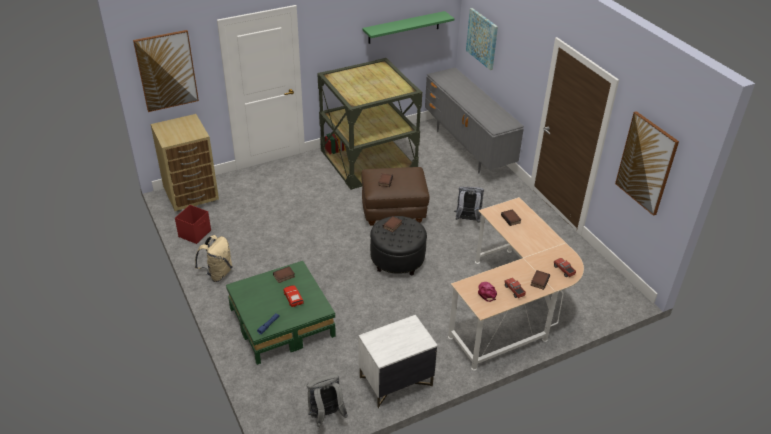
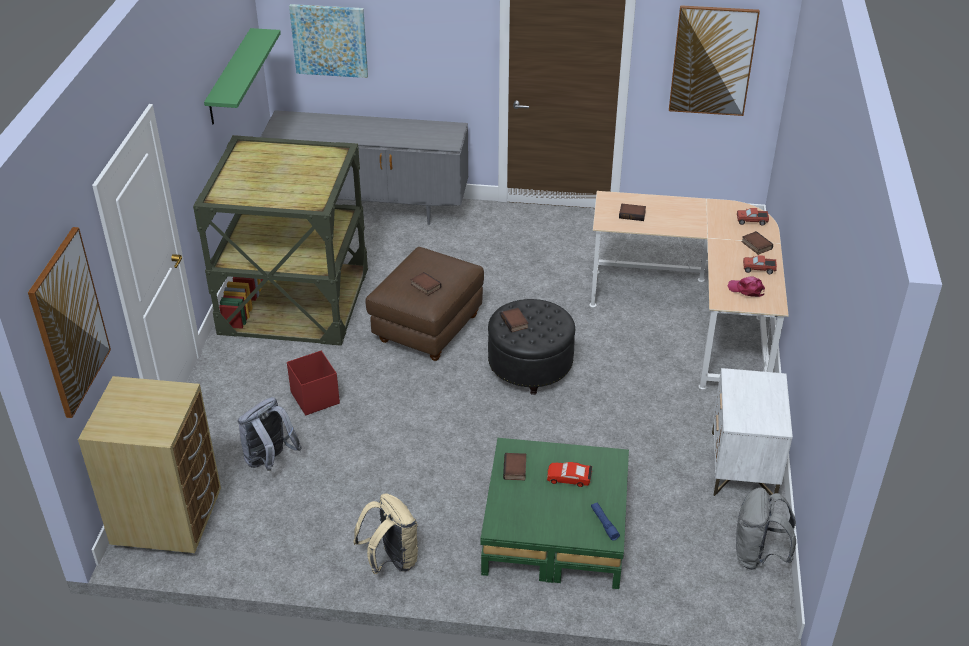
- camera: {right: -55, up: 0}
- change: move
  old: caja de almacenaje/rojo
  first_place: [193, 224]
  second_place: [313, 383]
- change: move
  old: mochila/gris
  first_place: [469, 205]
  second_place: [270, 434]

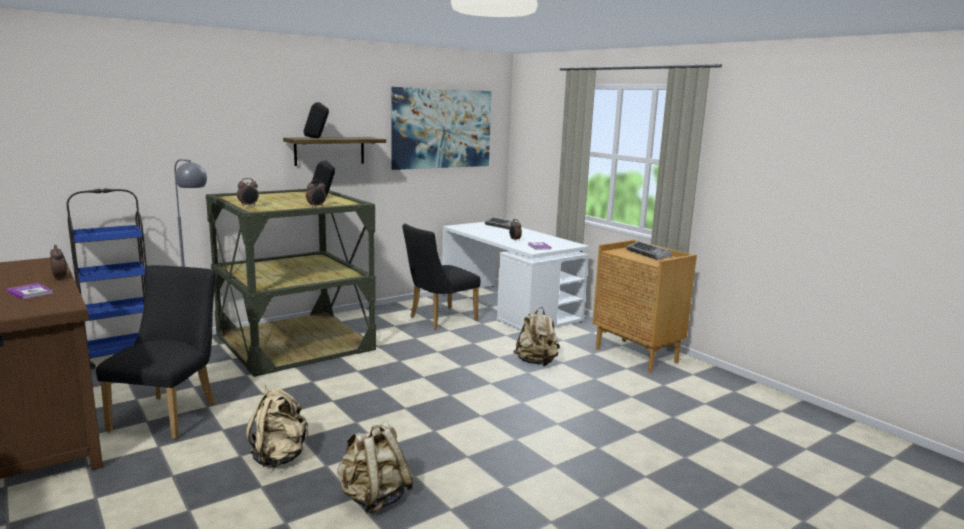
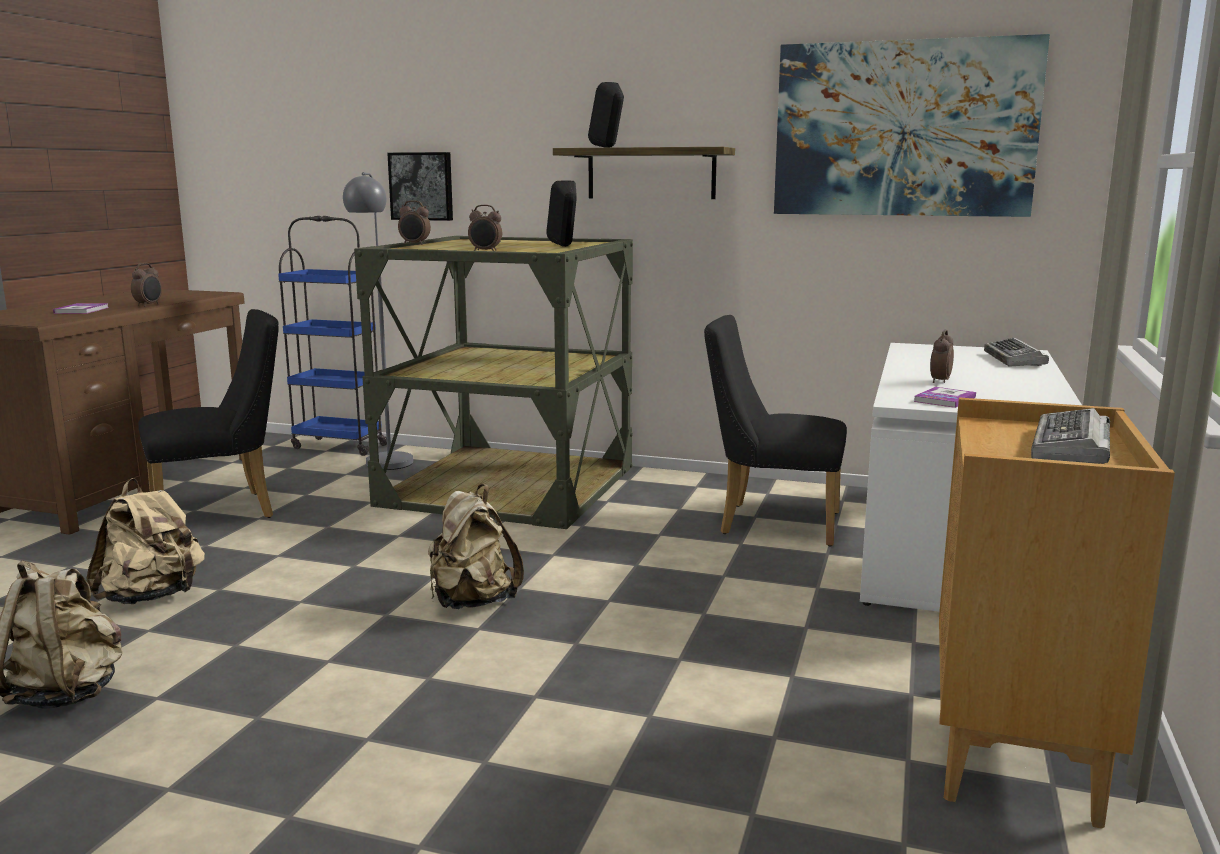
- camera: {right: 55, up: 0}
- change: insert
  new: cuadro
  second_place: [420, 186]
- change: move
  old: mochila/beis
  first_place: [537, 336]
  second_place: [476, 546]

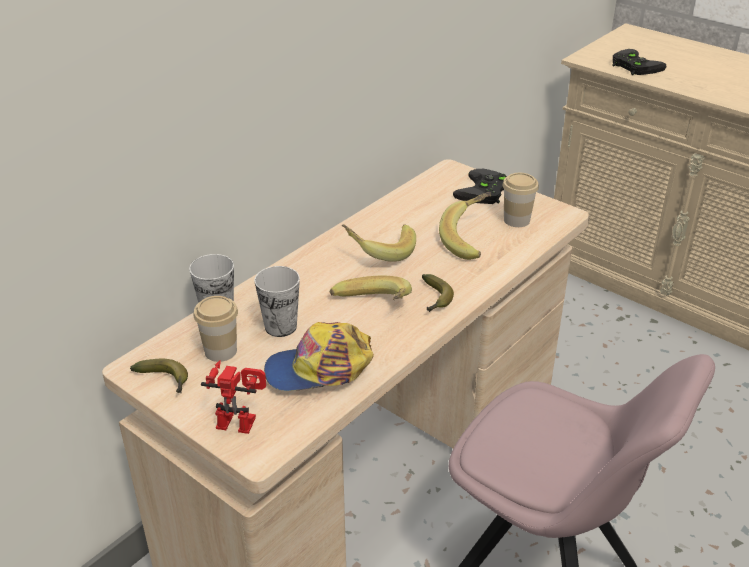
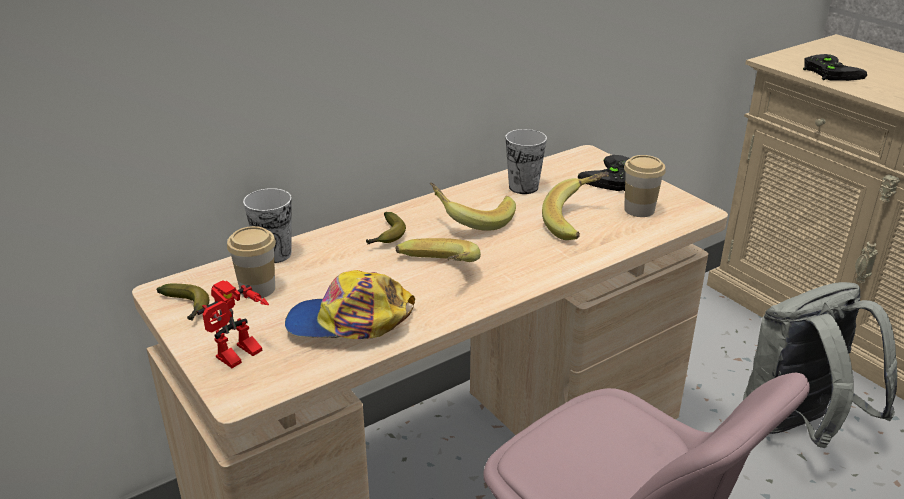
- camera: {right: 15, up: -5}
- change: insert
  new: mochila/gris
  second_place: [820, 365]
- change: move
  old: taza
  first_place: [277, 301]
  second_place: [526, 161]
- change: move
  old: plátano
  first_place: [438, 293]
  second_place: [386, 228]
- change: rotate
  old: robot de juguete
  first_place: [233, 397]
  second_place: [233, 324]
  degrees: 105

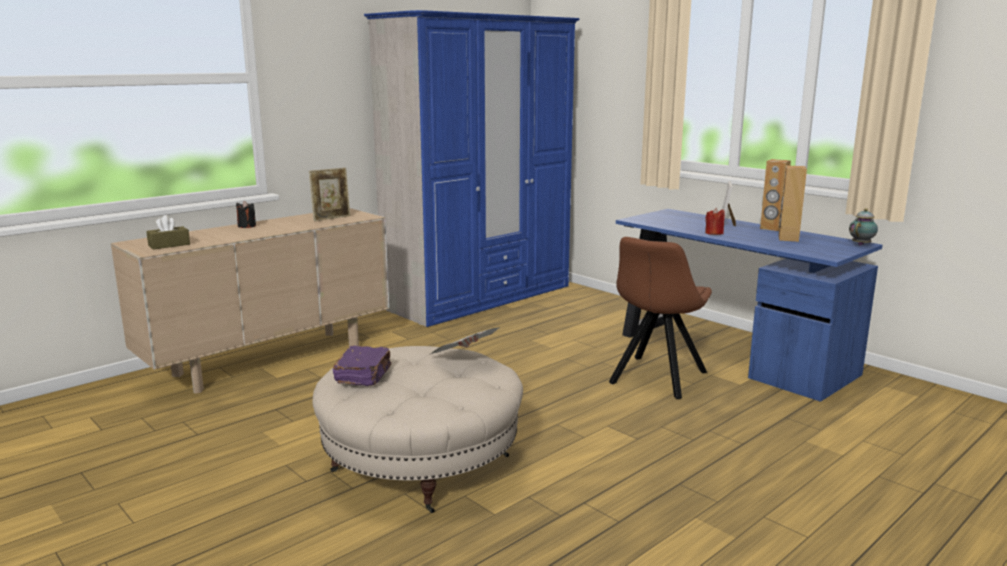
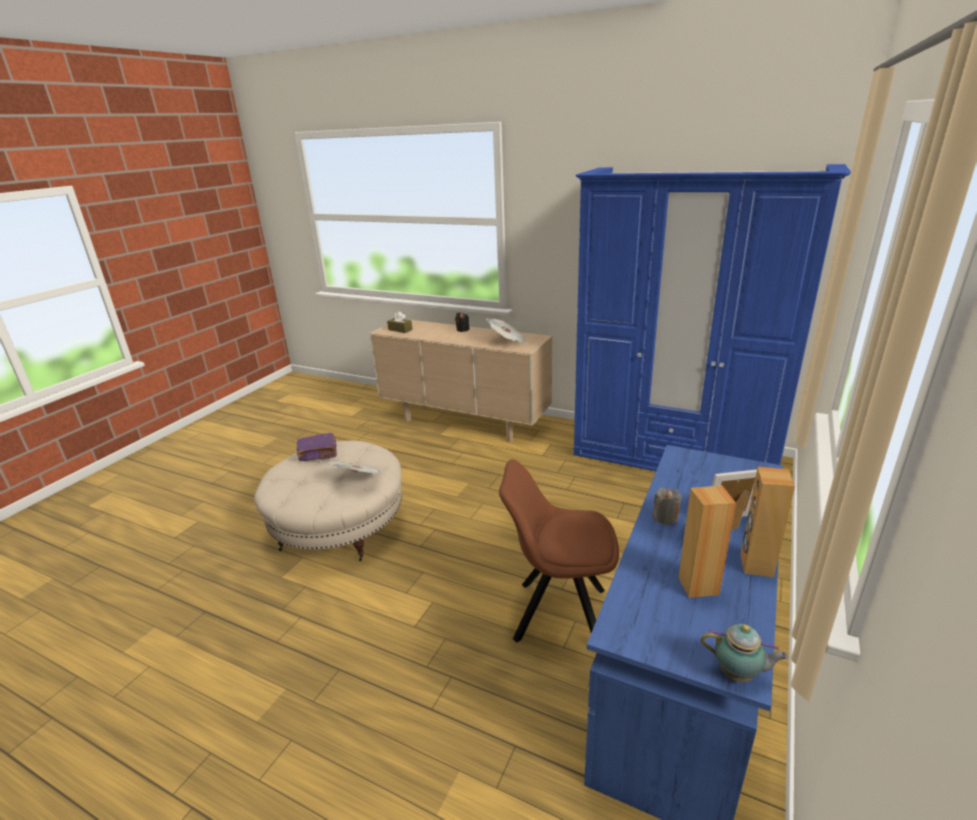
- camera: {right: 70, up: 10}
- change: replace
  old: portarretratos
  new: periódico
  first_place: [329, 194]
  second_place: [507, 331]
- change: recolor
  old: vela/rojo
  new: vela/gris
  first_place: [715, 221]
  second_place: [667, 506]

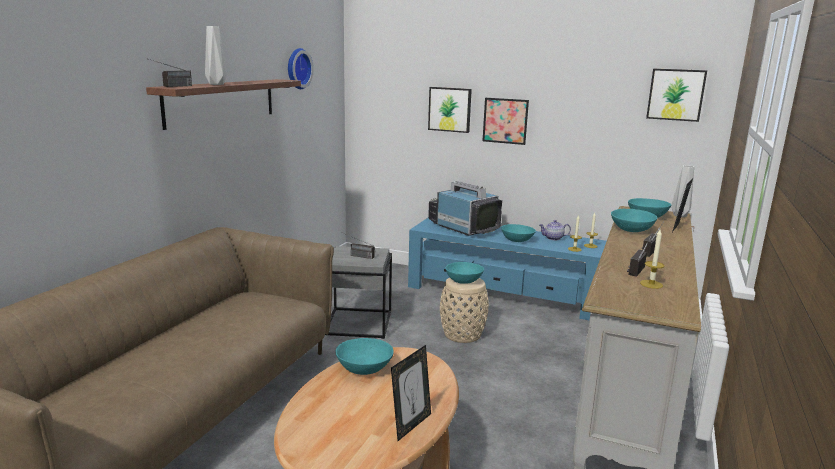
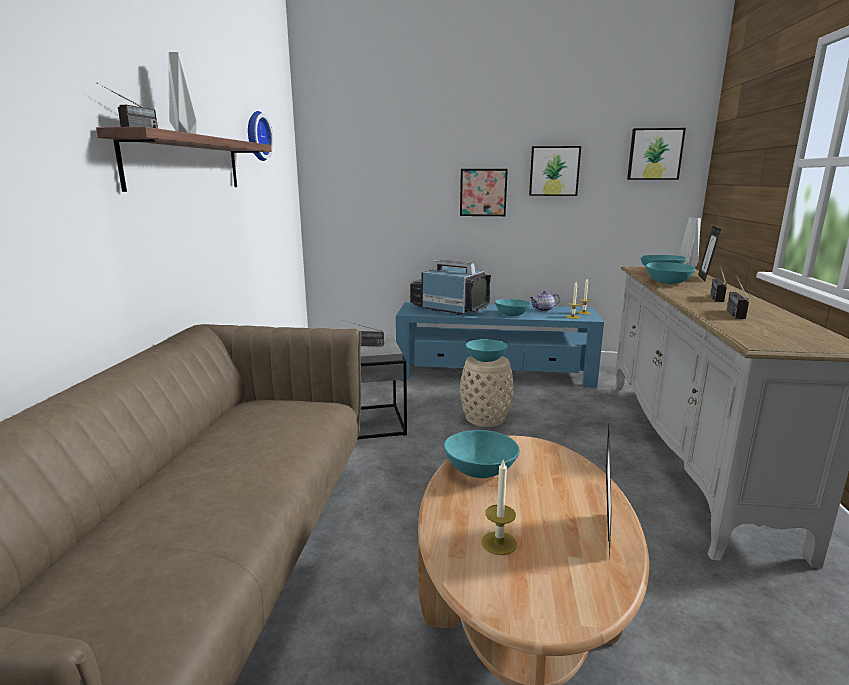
- camera: {right: -15, up: 0}
- change: move
  old: cuadro
  first_place: [450, 110]
  second_place: [555, 171]
- change: move
  old: vela
  first_place: [652, 259]
  second_place: [499, 507]

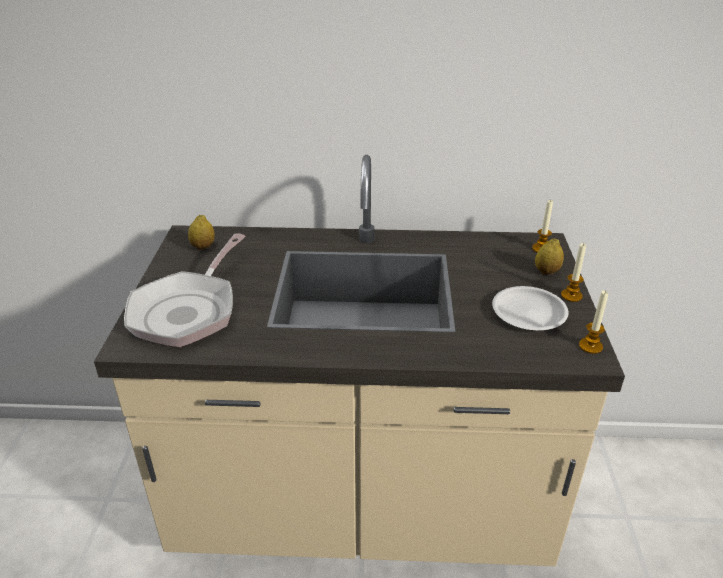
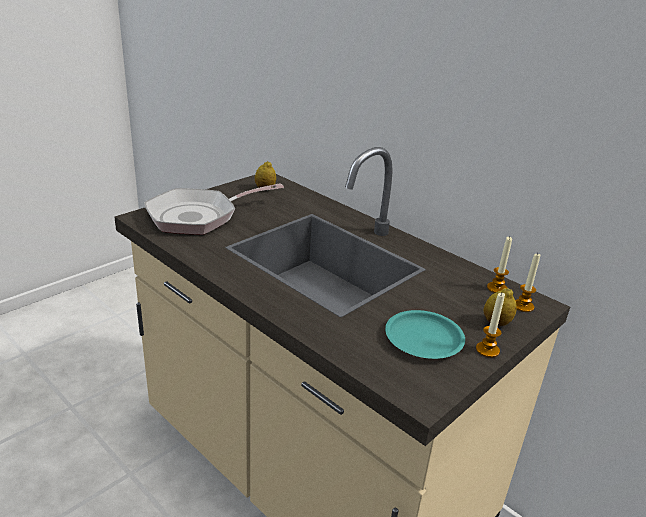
- camera: {right: 40, up: -5}
- change: move
  old: vela
  first_place: [593, 322]
  second_place: [499, 265]
- change: recolor
  old: plato/blanco
  new: plato/turquesa
  first_place: [530, 308]
  second_place: [425, 334]

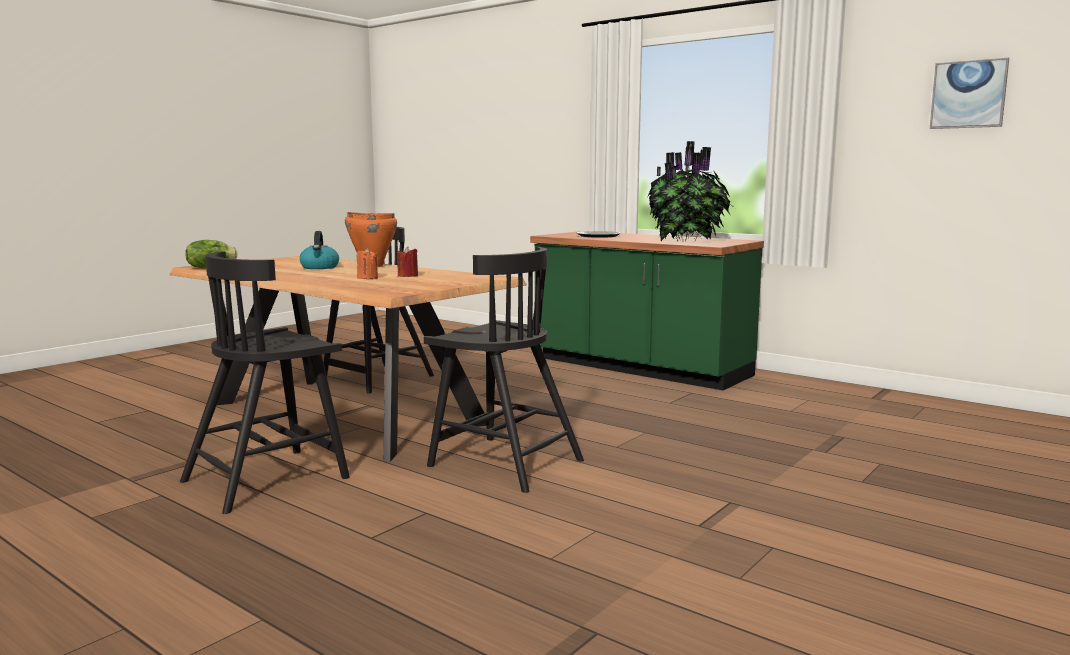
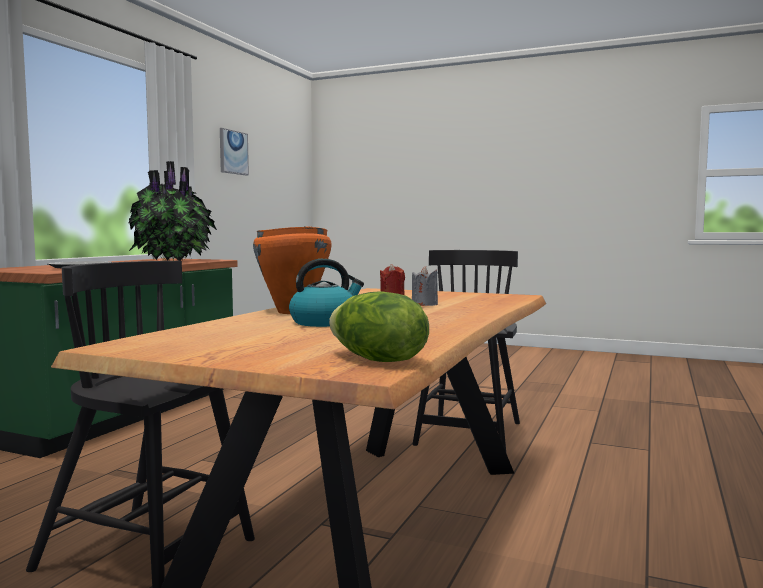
- camera: {right: -105, up: -5}
- change: delete
  old: silla/negro
  first_place: [265, 383]
- change: recolor
  old: vela/naranja
  new: vela/gris
  first_place: [367, 263]
  second_place: [425, 286]

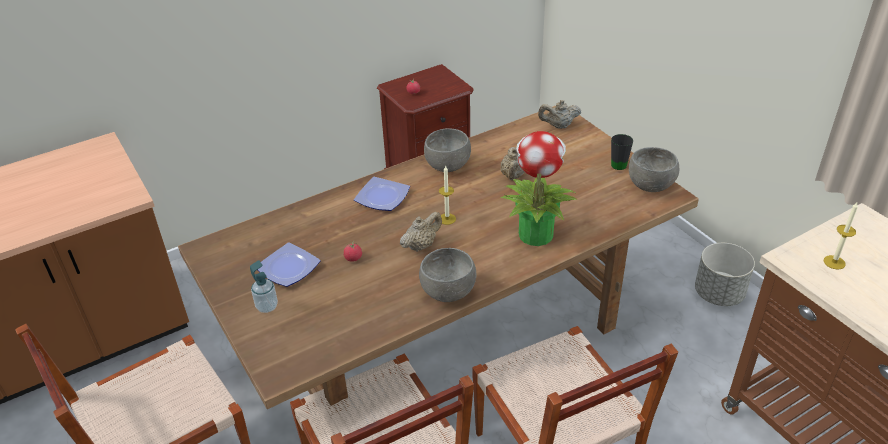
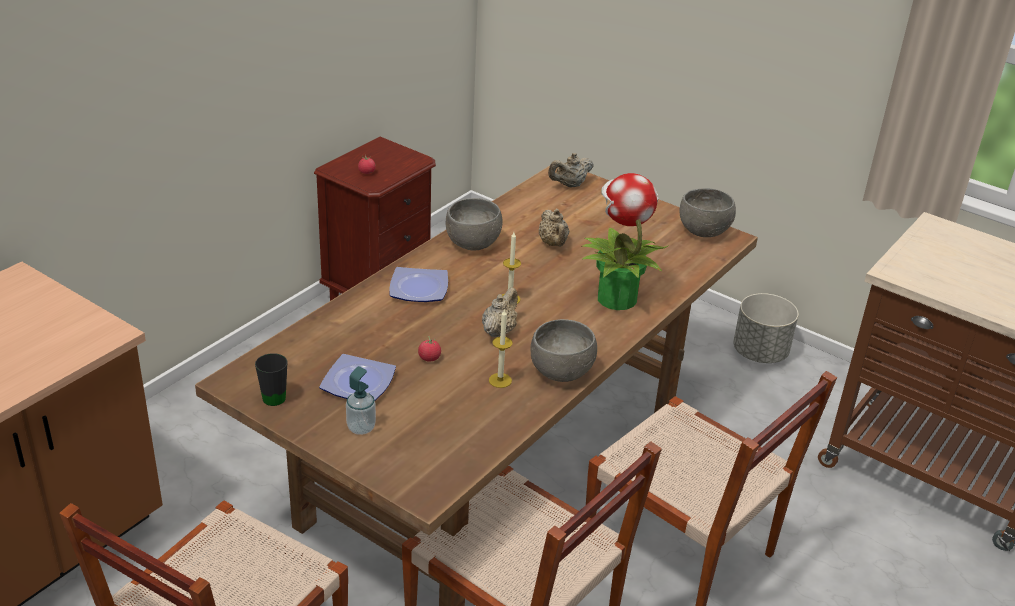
- camera: {right: -25, up: -5}
- change: move
  old: taza grande/negro
  first_place: [622, 152]
  second_place: [271, 379]
- change: move
  old: vela
  first_place: [841, 236]
  second_place: [501, 348]

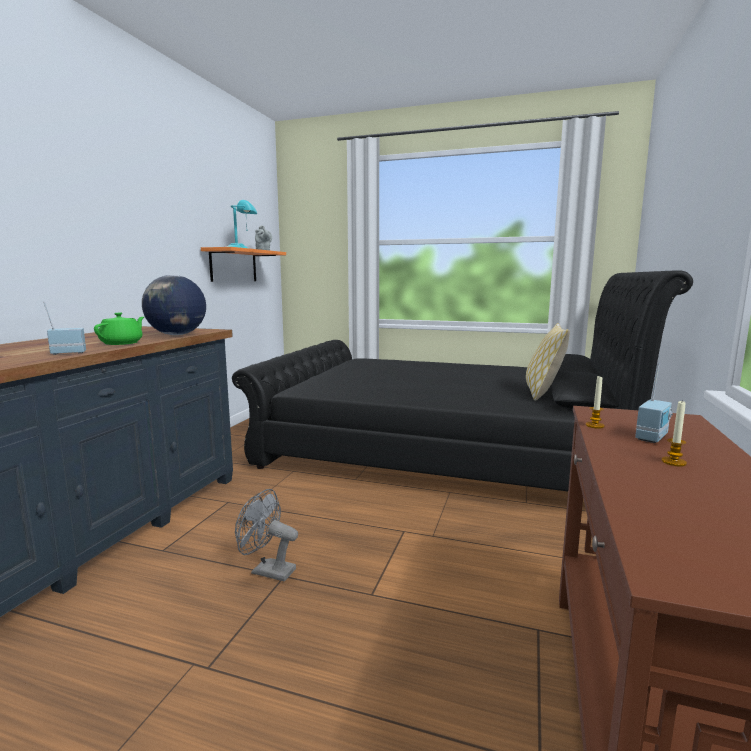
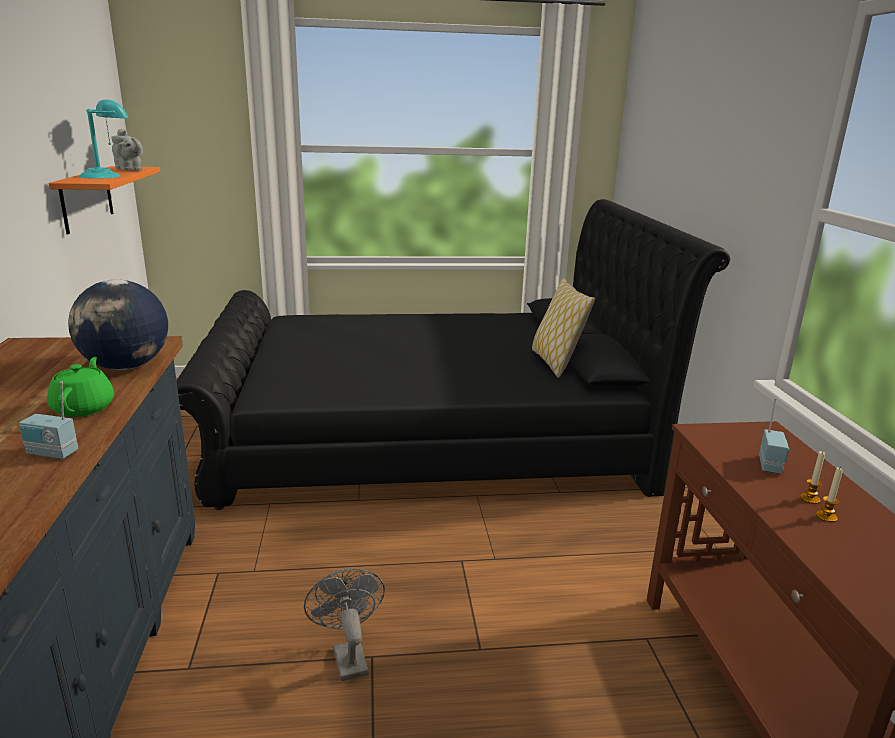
- camera: {right: -25, up: 10}
- change: move
  old: vela
  first_place: [595, 402]
  second_place: [829, 494]
- change: rotate
  old: radio
  first_place: [64, 328]
  second_place: [48, 420]
  degrees: -120
- change: rotate
  old: ventilador/gris
  first_place: [266, 535]
  second_place: [344, 625]
  degrees: 75

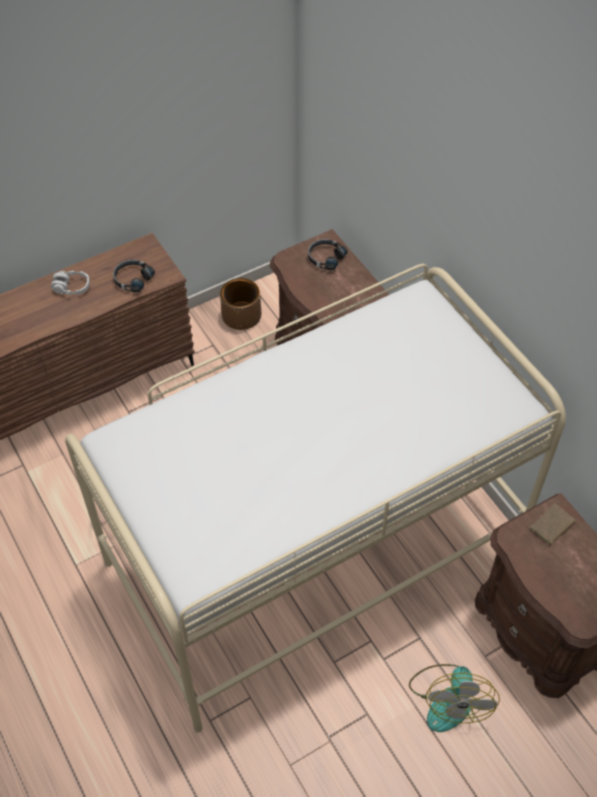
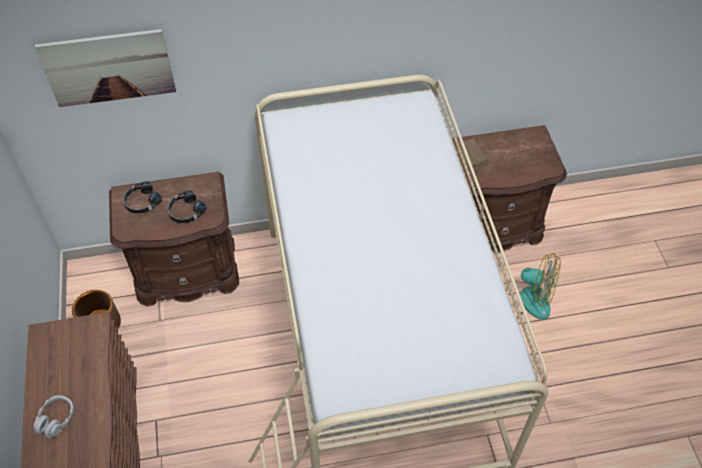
- camera: {right: -70, up: 0}
- change: insert
  new: cuadro
  second_place: [105, 68]
- change: move
  old: auriculares/negro
  first_place: [134, 276]
  second_place: [187, 206]

